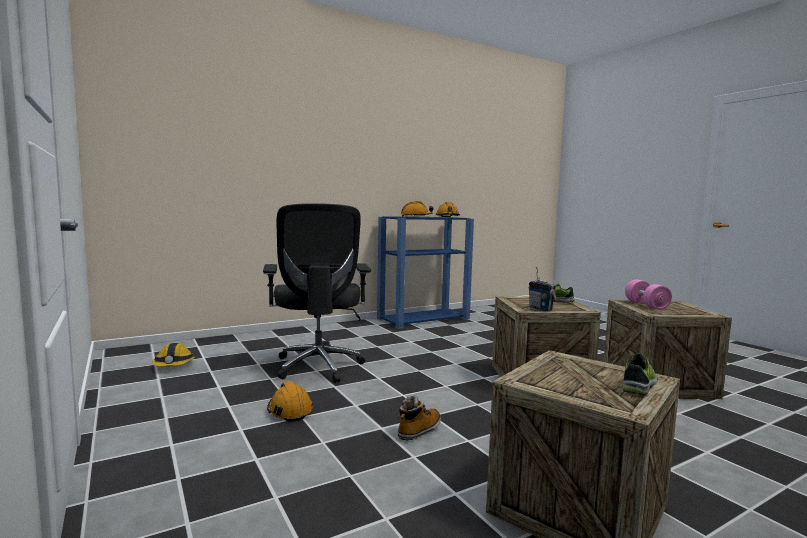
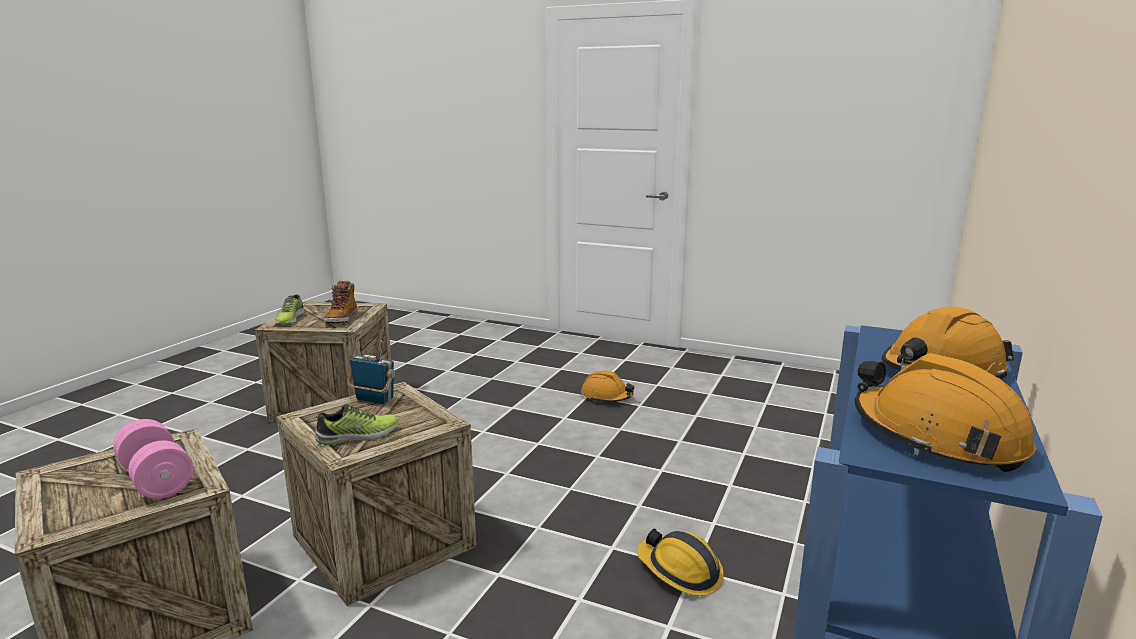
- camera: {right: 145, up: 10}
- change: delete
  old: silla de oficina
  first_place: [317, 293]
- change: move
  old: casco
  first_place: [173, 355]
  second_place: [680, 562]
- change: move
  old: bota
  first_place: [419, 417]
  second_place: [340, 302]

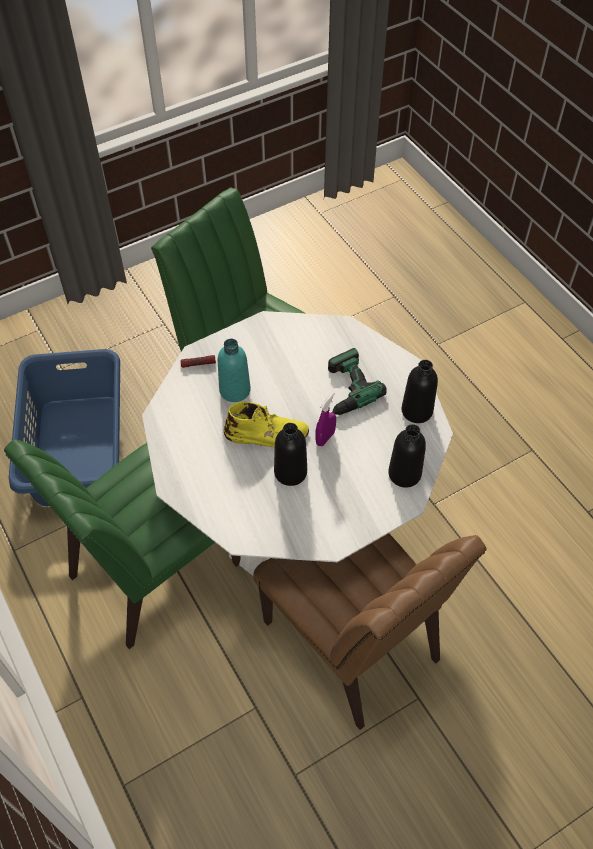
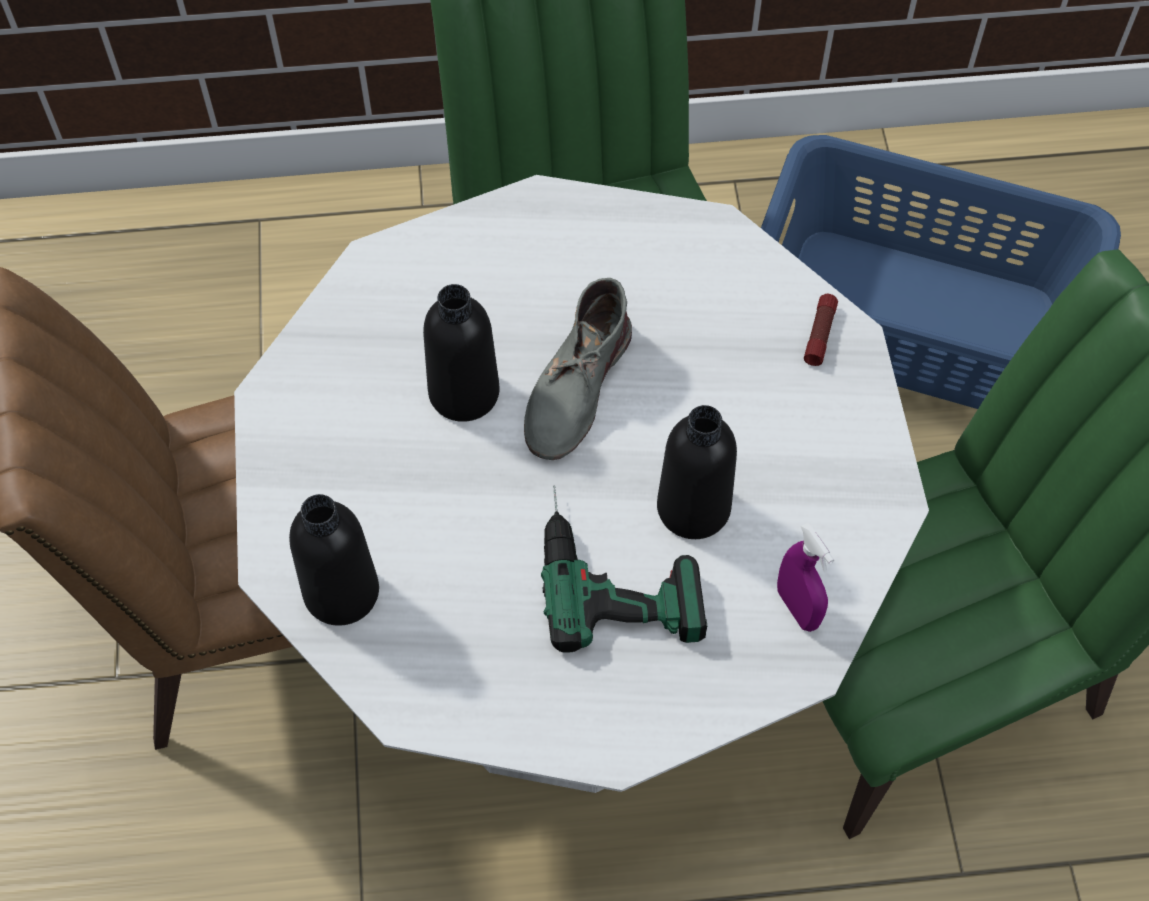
- camera: {right: 115, up: 5}
- change: delete
  old: botella/turquesa
  first_place: [234, 370]
- change: move
  old: pulverizador/morado
  first_place: [326, 419]
  second_place: [805, 577]
- change: move
  old: botella/negro
  first_place: [420, 391]
  second_place: [697, 472]
- change: recolor
  old: bota/amarillo
  new: bota/gris
  first_place: [266, 424]
  second_place: [578, 369]

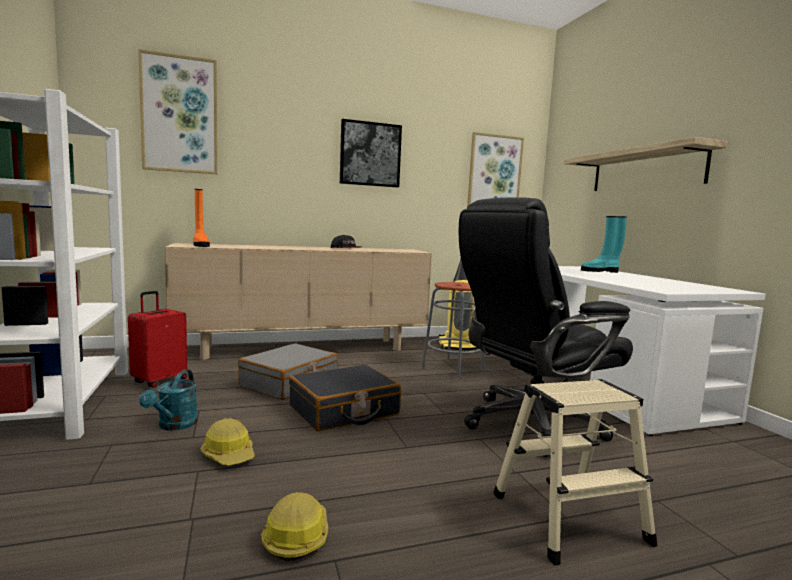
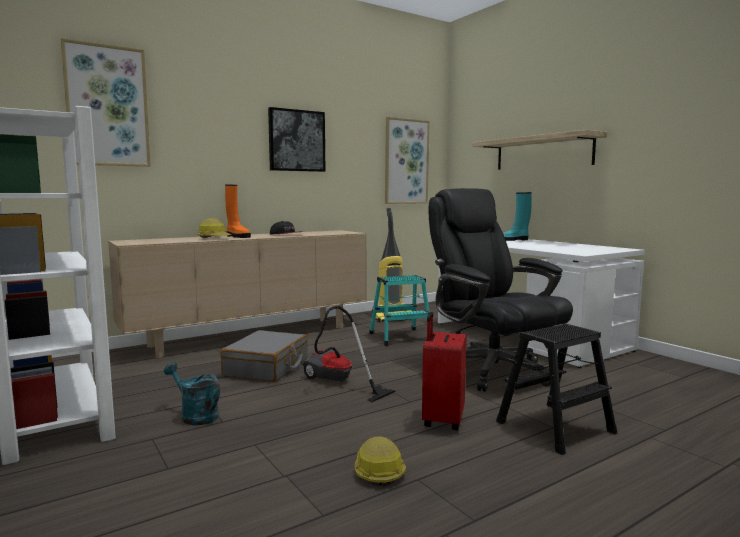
- camera: {right: -15, up: 0}
- change: move
  old: maleta/rojo
  first_place: [157, 339]
  second_place: [444, 371]
- change: move
  old: bota/naranja
  first_place: [201, 218]
  second_place: [238, 211]
- change: move
  old: casco
  first_place: [228, 442]
  second_place: [214, 228]
- change: replace
  old: maleta/negro
  new: aspiradora
  first_place: [345, 398]
  second_place: [349, 354]
- change: replace
  old: taburete/gris
  new: escalera de tijera/turquesa
  first_place: [453, 330]
  second_place: [399, 311]
- change: recolor
  old: escalera de tijera/beis
  new: escalera de tijera/negro
  first_place: [575, 472]
  second_place: [556, 389]
- change: rotate
  old: regadera/turquesa
  first_place: [168, 400]
  second_place: [192, 393]
  degrees: 135
- change: rotate
  old: silla de oficina/negro
  first_place: [546, 327]
  second_place: [501, 290]
  degrees: 105

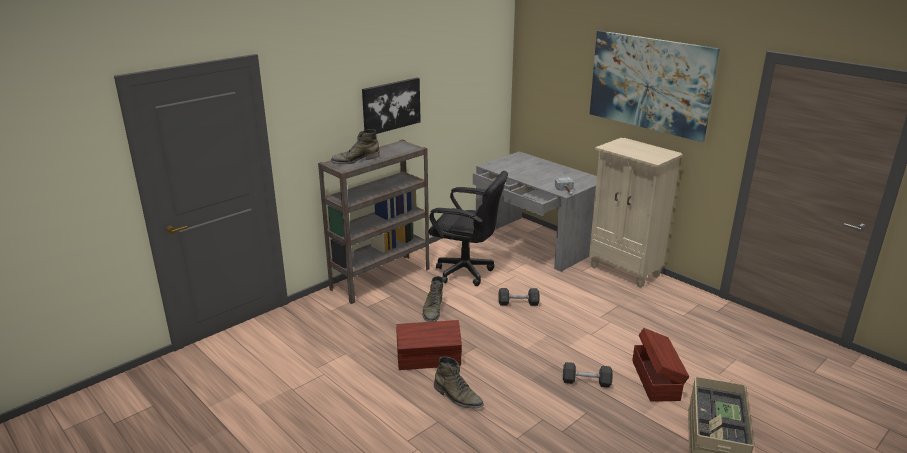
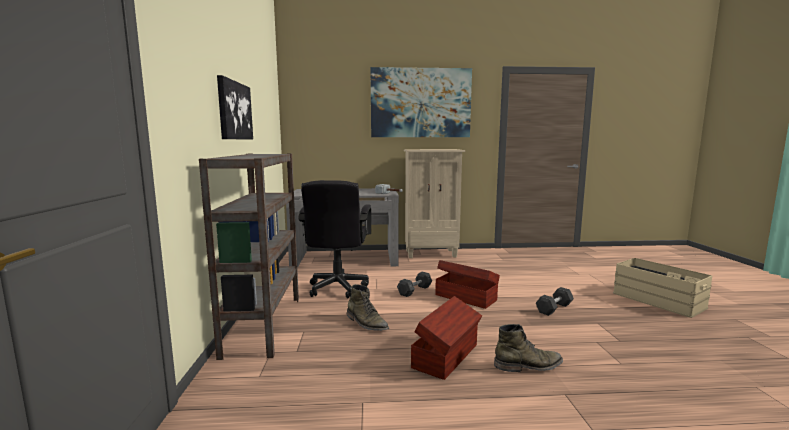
- camera: {right: -50, up: -15}
- change: delete
  old: bota/verde
  first_place: [355, 146]
- change: move
  old: caja de almacenaje/marrón
  first_place: [660, 365]
  second_place: [467, 284]
- change: rotate
  old: silla de oficina/negro
  first_place: [468, 228]
  second_place: [334, 239]
  degrees: 120

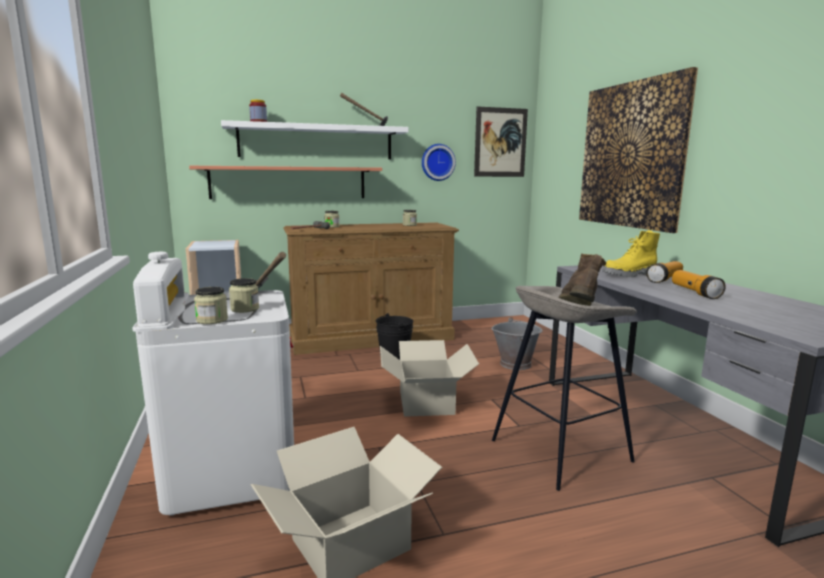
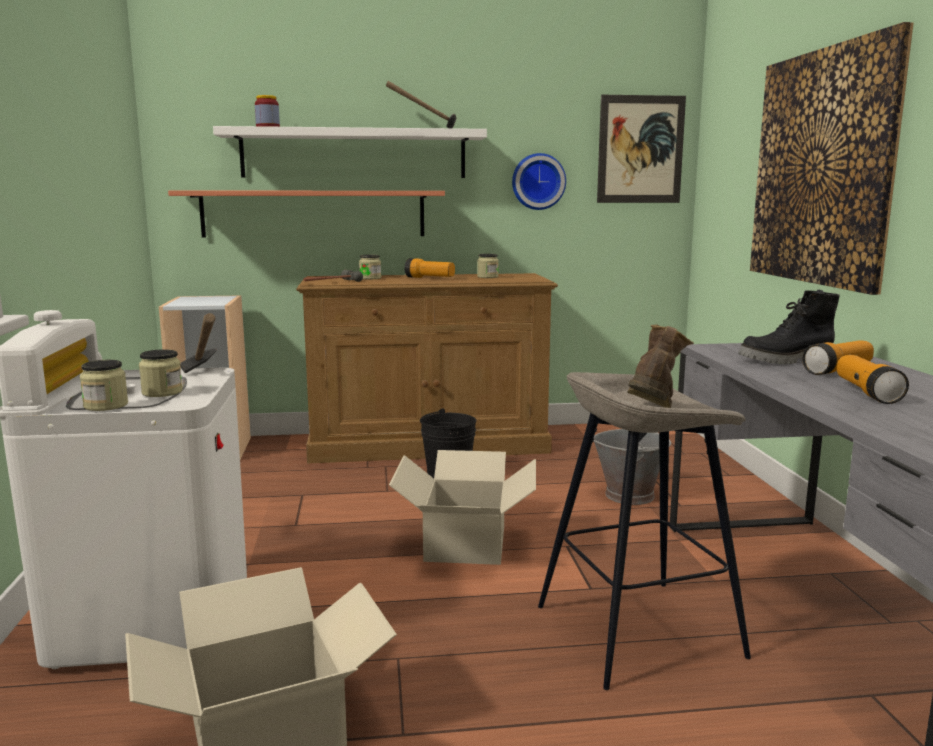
- camera: {right: 10, up: 0}
- change: insert
  new: linterna
  second_place: [429, 268]
- change: recolor
  old: bota/amarillo
  new: bota/negro
  first_place: [631, 253]
  second_place: [789, 327]

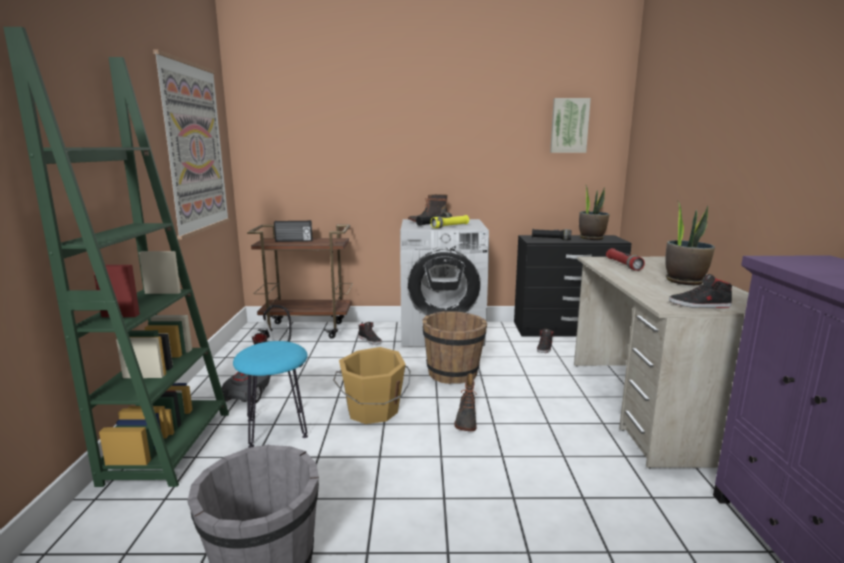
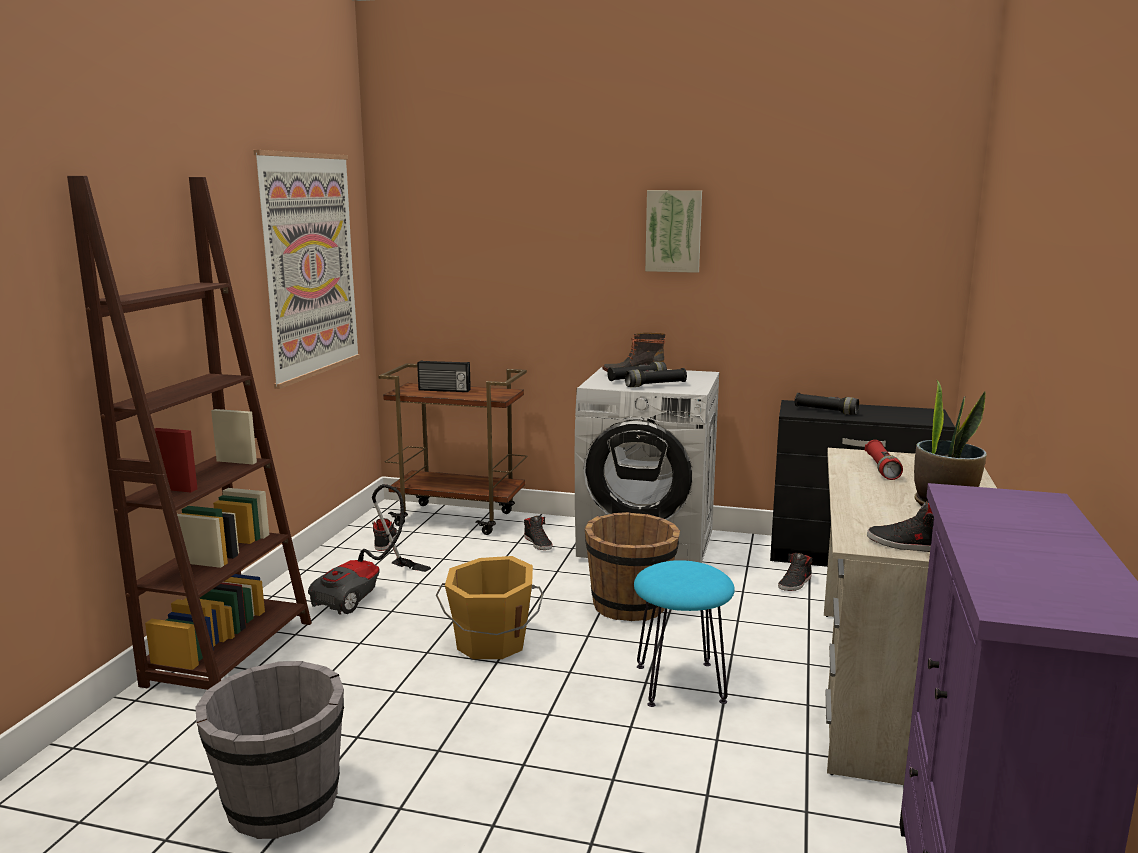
- camera: {right: 15, up: 0}
- change: delete
  old: bota
  first_place: [465, 402]
- change: delete
  old: planta en maceta
  first_place: [594, 212]
- change: move
  old: taburete/turquesa
  first_place: [270, 394]
  second_place: [684, 633]
- change: move
  old: cuadro
  first_place: [570, 125]
  second_place: [673, 231]
- change: recolor
  old: estantería/verde
  new: estantería/marrón
  first_place: [116, 257]
  second_place: [189, 433]
- change: recolor
  old: linterna/amarillo
  new: linterna/negro
  first_place: [450, 221]
  second_place: [656, 377]

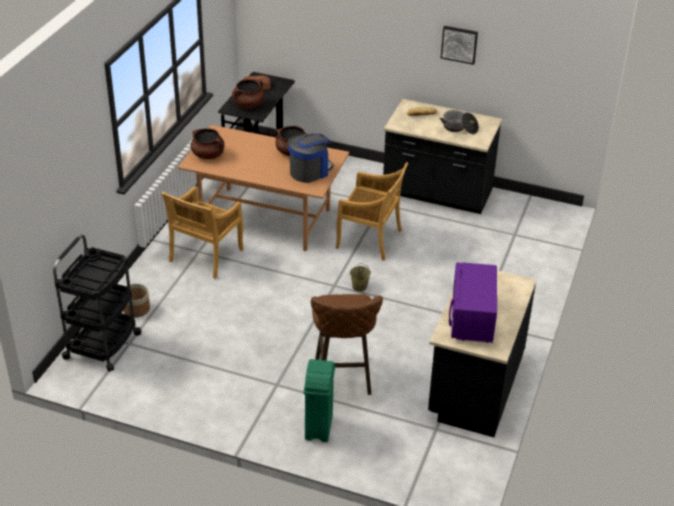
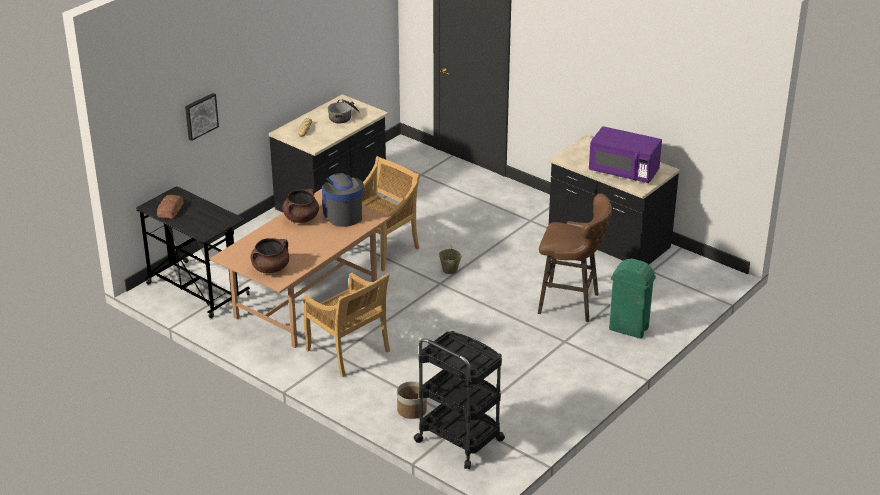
- camera: {right: -70, up: -5}
- change: delete
  old: olla/marrón
  first_place: [248, 94]
- change: move
  old: cuadro
  first_place: [459, 45]
  second_place: [202, 117]

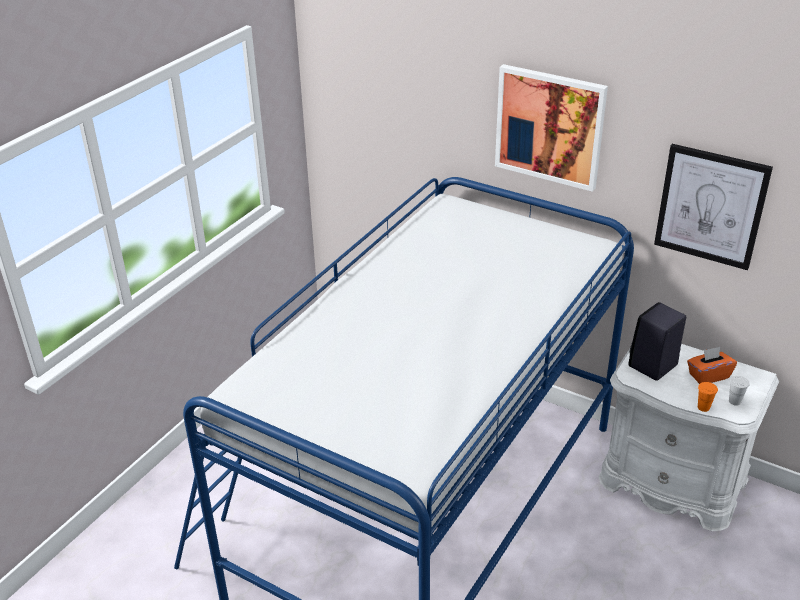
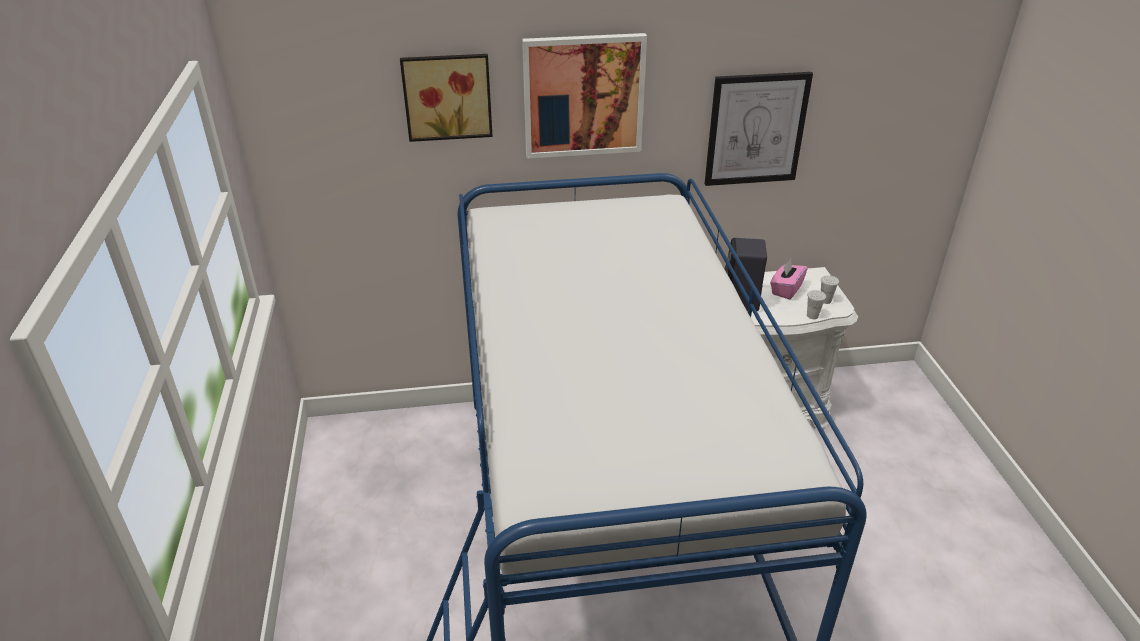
- camera: {right: -40, up: 0}
- change: insert
  new: cuadro
  second_place: [446, 98]
- change: recolor
  old: caja de pañuelos/naranja
  new: caja de pañuelos/rosa
  first_place: [712, 365]
  second_place: [789, 279]
- change: recolor
  old: taza/naranja
  new: taza/blanco
  first_place: [708, 397]
  second_place: [816, 304]

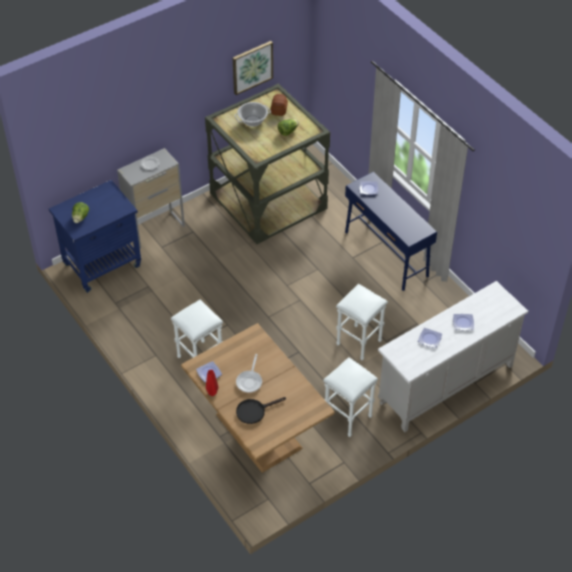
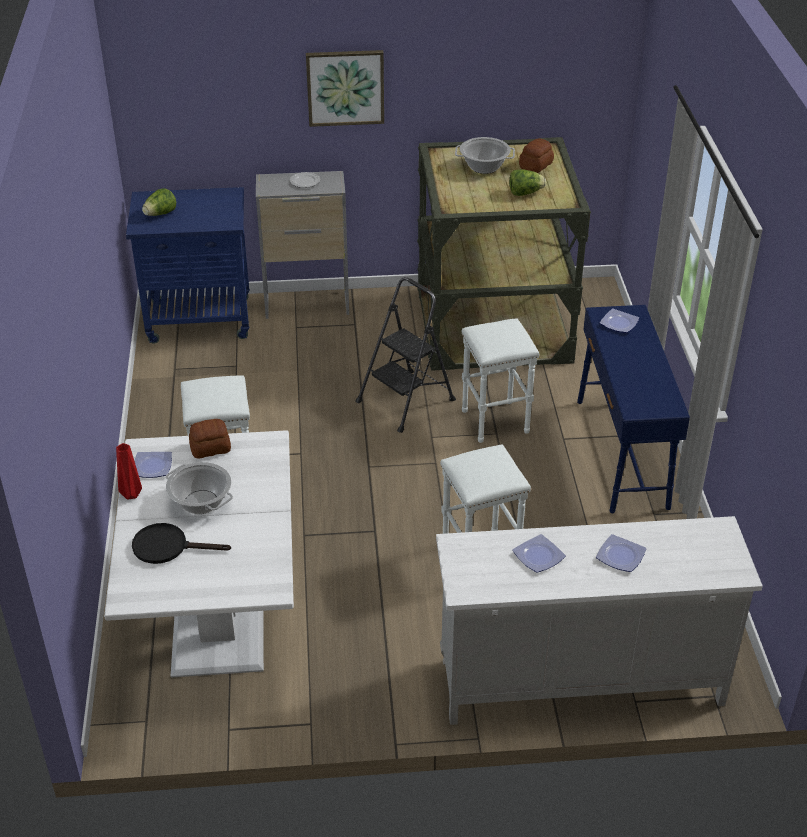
- camera: {right: 30, up: -10}
- change: insert
  new: pan
  second_place: [210, 439]
- change: insert
  new: escalera de tijera/negro
  second_place: [406, 355]
- change: move
  old: cuadro
  first_place: [253, 68]
  second_place: [345, 88]
- change: move
  old: taburete/blanco
  first_place: [350, 397]
  second_place: [500, 380]
- change: replace
  old: sartén
  new: olla
  first_place: [249, 373]
  second_place: [199, 488]
- change: recolor
  old: mesa de comedor/marrón
  new: mesa de comedor/blanco
  first_place: [258, 398]
  second_place: [199, 554]

